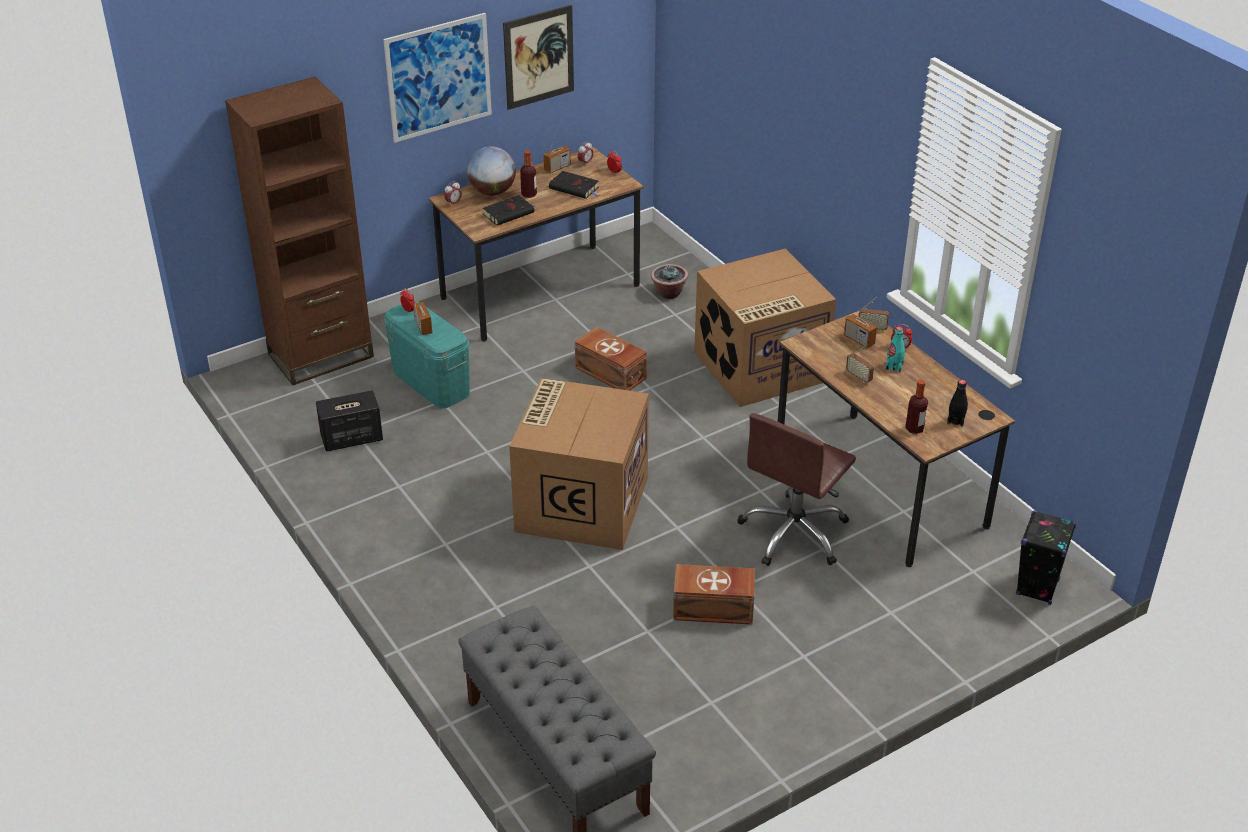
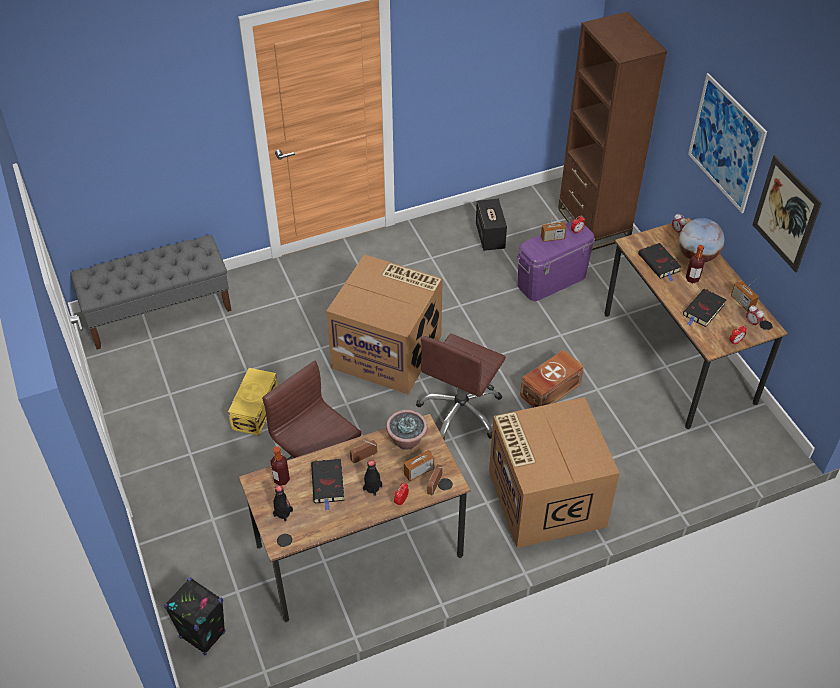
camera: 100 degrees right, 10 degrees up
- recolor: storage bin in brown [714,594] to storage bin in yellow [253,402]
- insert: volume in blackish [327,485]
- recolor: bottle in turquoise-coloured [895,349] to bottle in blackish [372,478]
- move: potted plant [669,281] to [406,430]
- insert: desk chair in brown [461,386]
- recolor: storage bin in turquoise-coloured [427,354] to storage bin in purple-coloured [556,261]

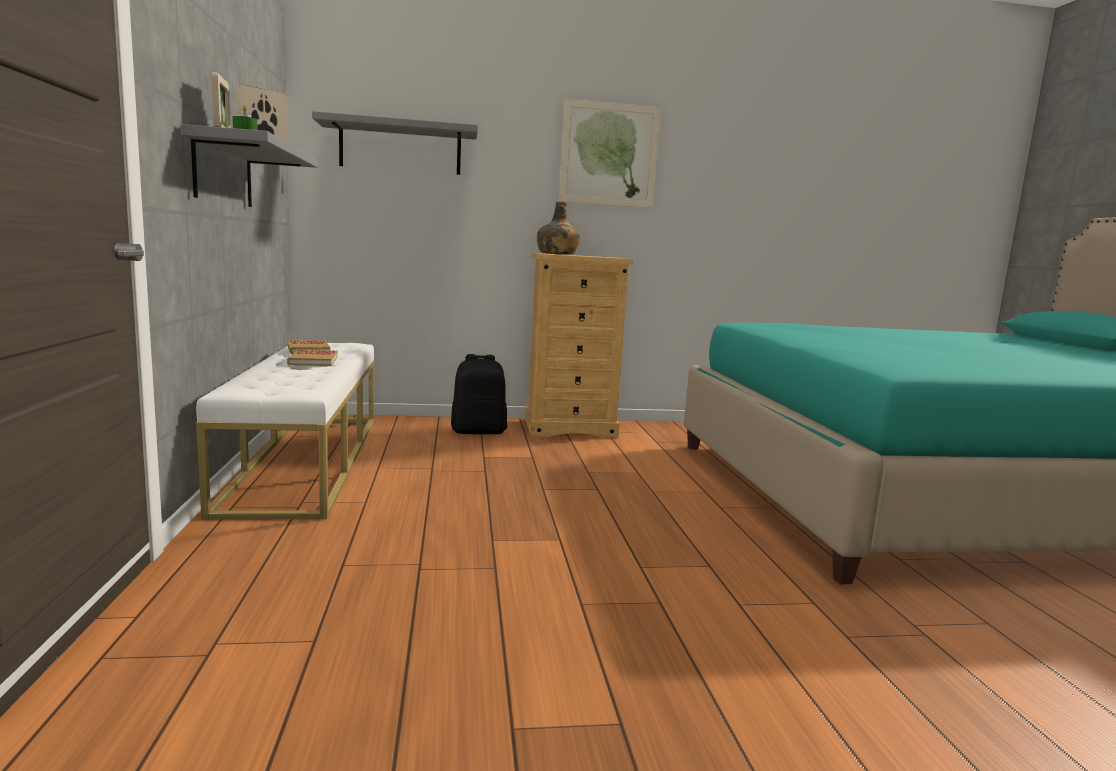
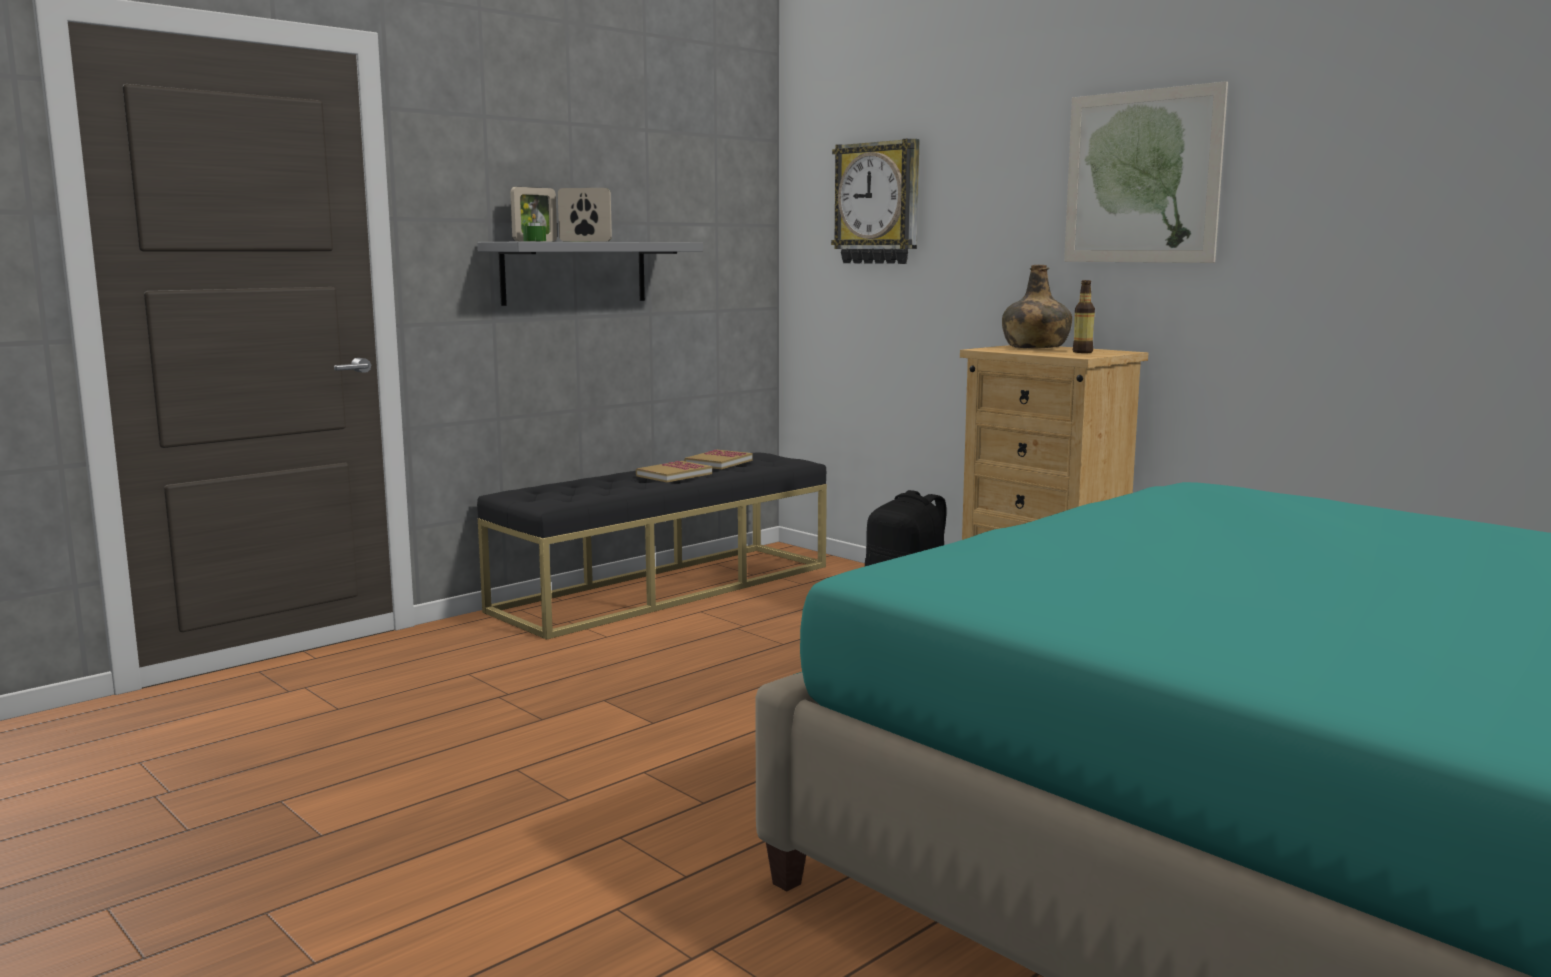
camera: 55 degrees right, 0 degrees up
- recolor: indoor bench in whitish [285,431] to indoor bench in blackish [652,546]
- replace: shelf in gray [395,143] to wall clock [875,201]
- insert: bottle [1084,316]

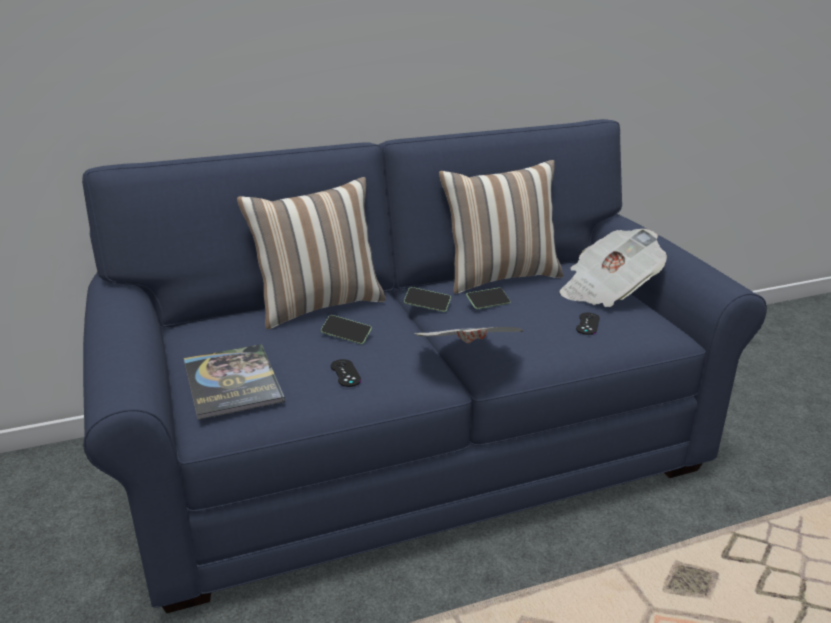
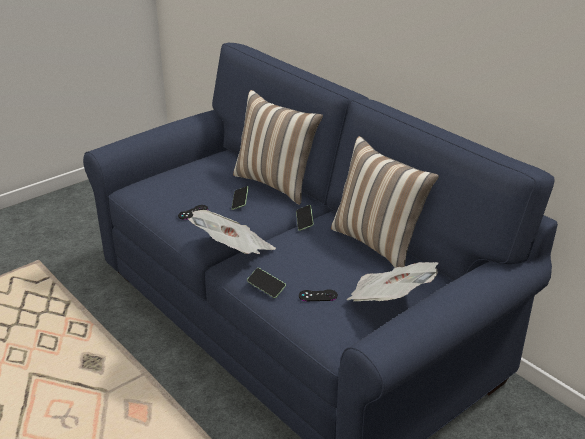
camera: 70 degrees right, 5 degrees up
- move: handset [488,298] to [266,283]
- delete: volume [234,382]

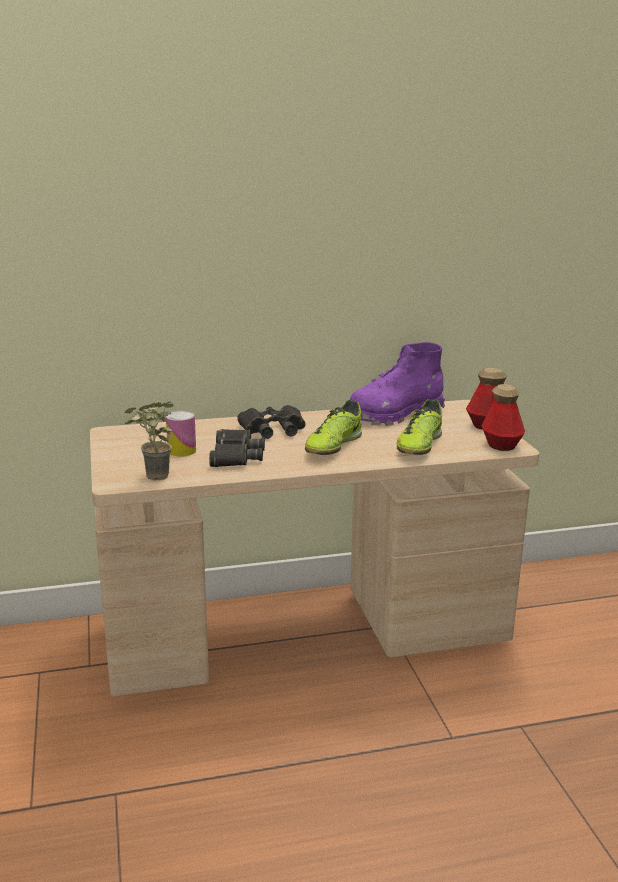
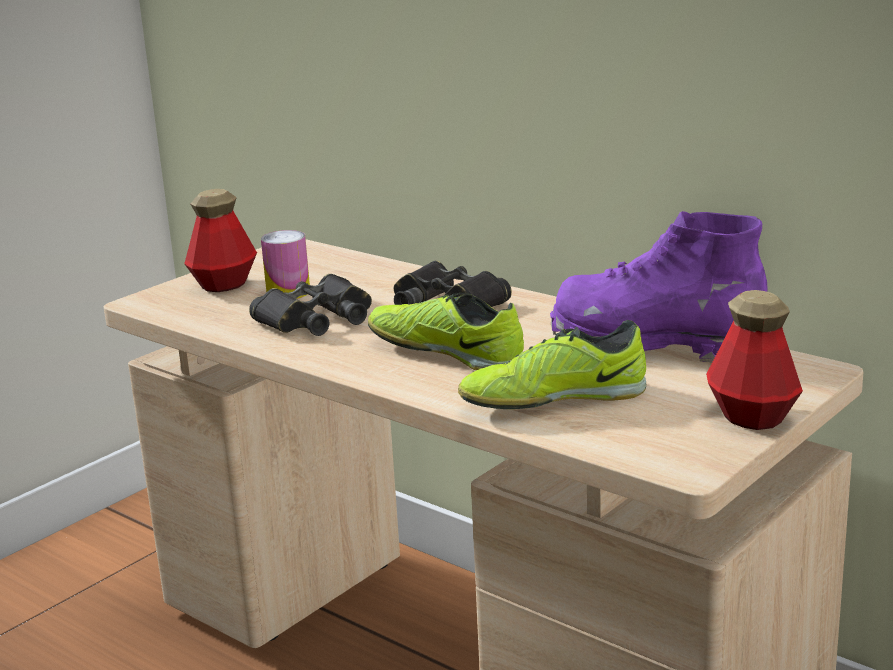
camera: 55 degrees right, 0 degrees up
- move: bottle [503,417] to [220,240]
- rotate: shoe [333,427] = [446,331] 45 degrees clockwise
- delete: potted plant [149,441]

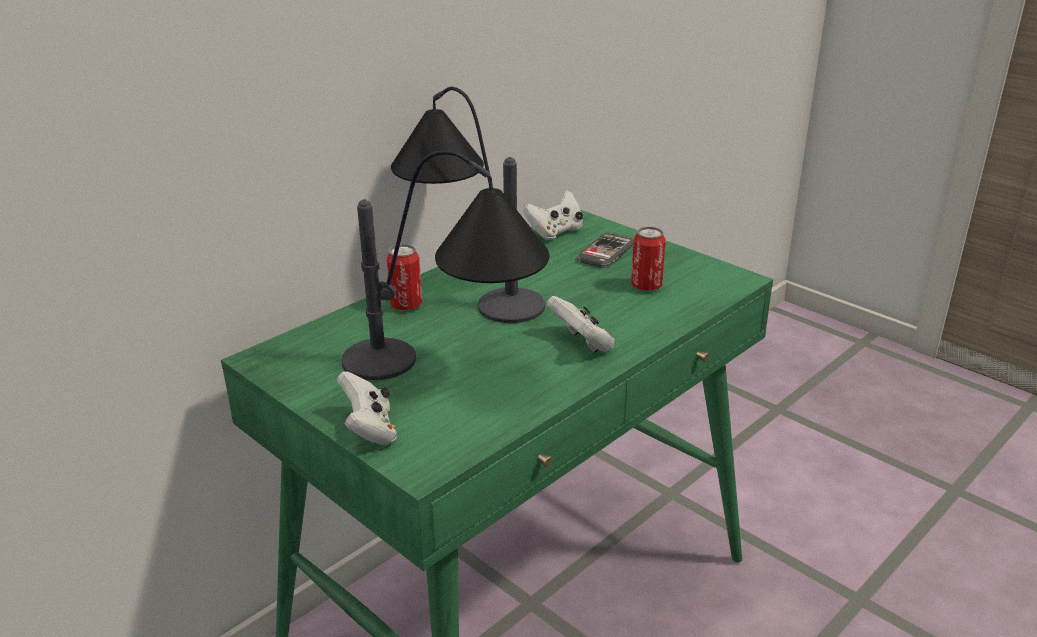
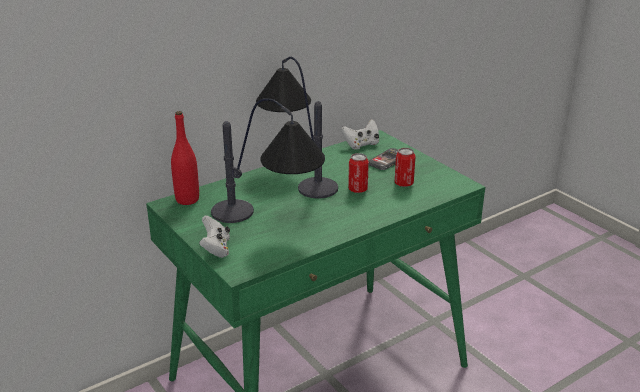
camera: 10 degrees right, 0 degrees up
- insert: bottle in reddish [185,158]
- move: sealed can [404,277] to [358,173]
- delete: joypad in whitish [581,324]

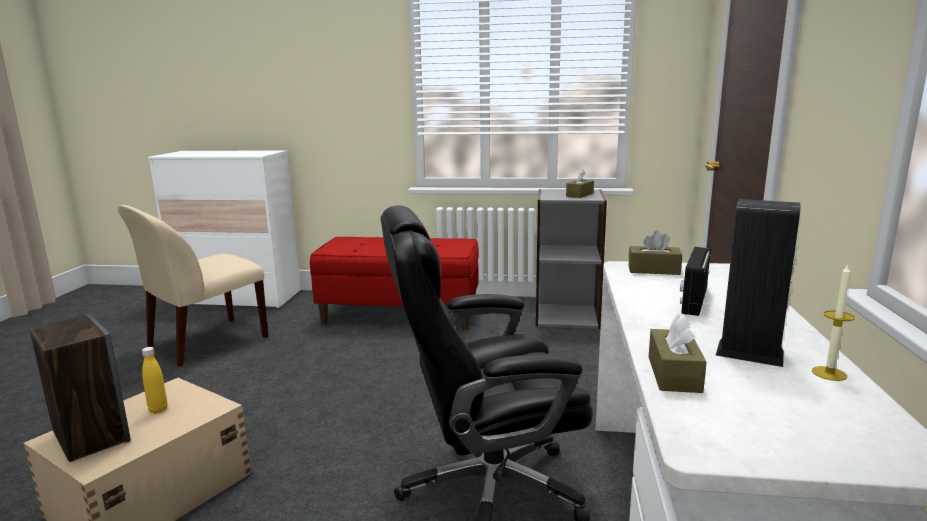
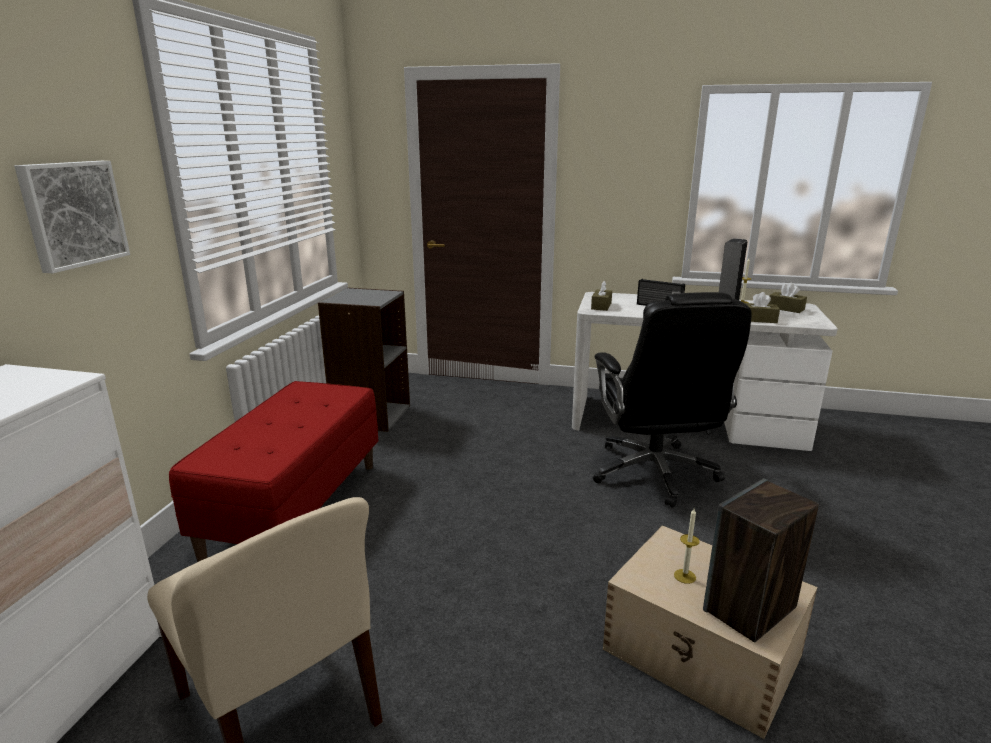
camera: 85 degrees left, 5 degrees up
- insert: wall picture [72,217]
- replace: bottle in yellow [155,380] to wax candle [687,546]
- move: box of tissues in brown [580,183] to [788,298]

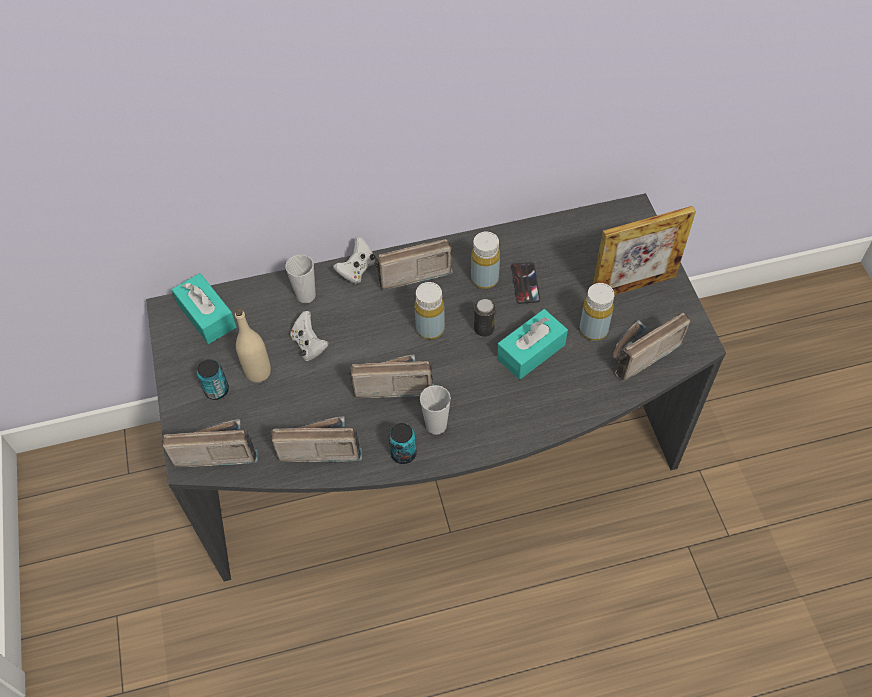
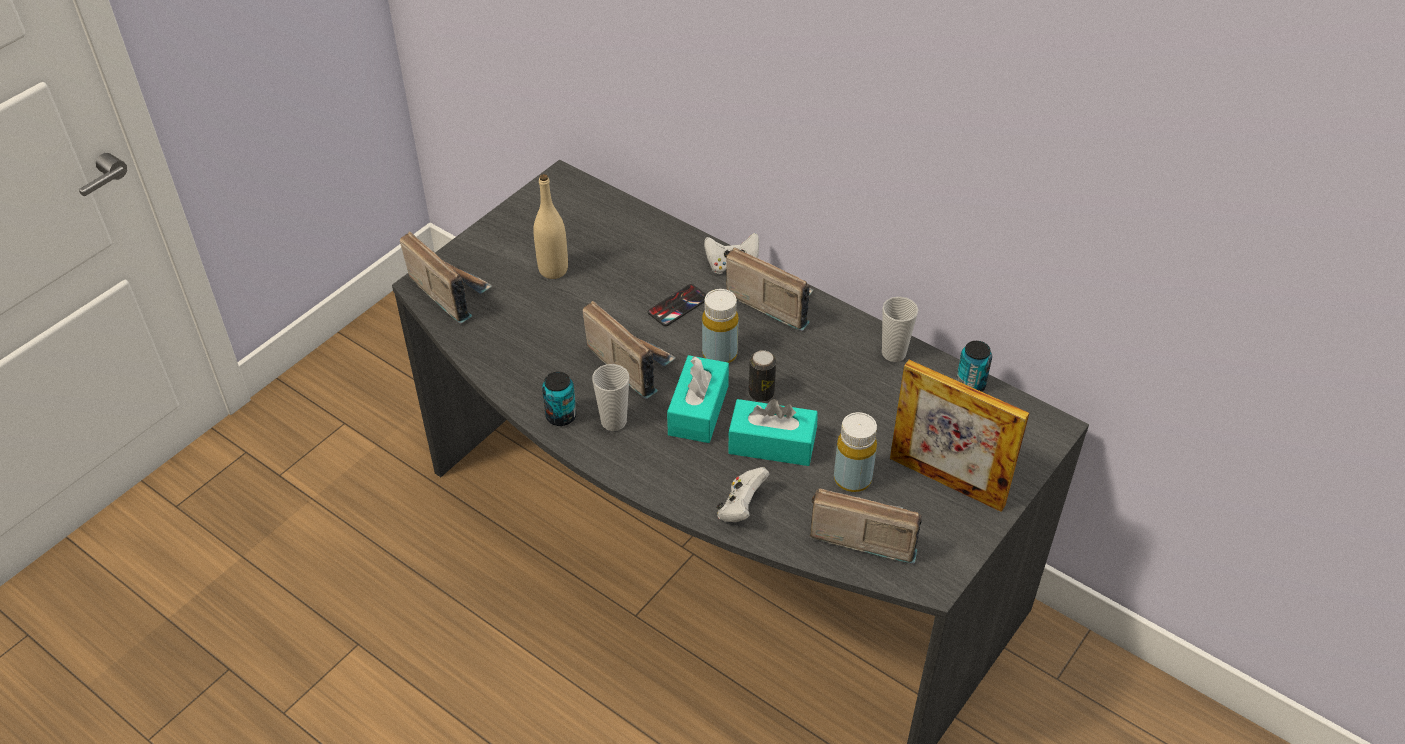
camera: 50 degrees right, 10 degrees down
- move: handset [525,283] to [677,305]
- move: box of tissues in turquoise-coloured [204,308] to [698,399]
- move: joypad in whitish [309,336] to [743,494]
- move: cup [300,278] to [900,329]
- move: sealed can [213,379] to [974,366]
- delete: radio set [316,439]
- delete: bottle in yellow [485,260]

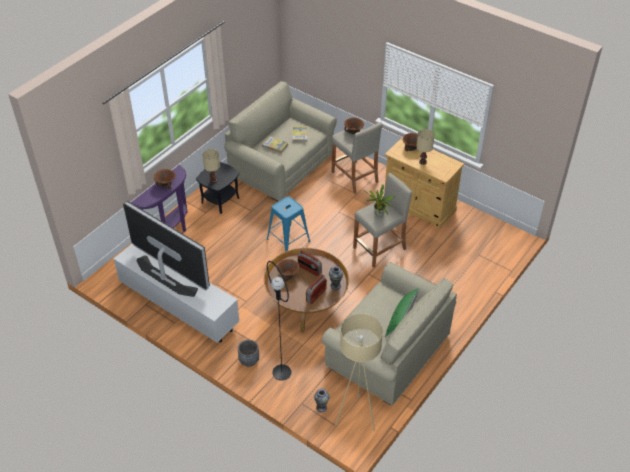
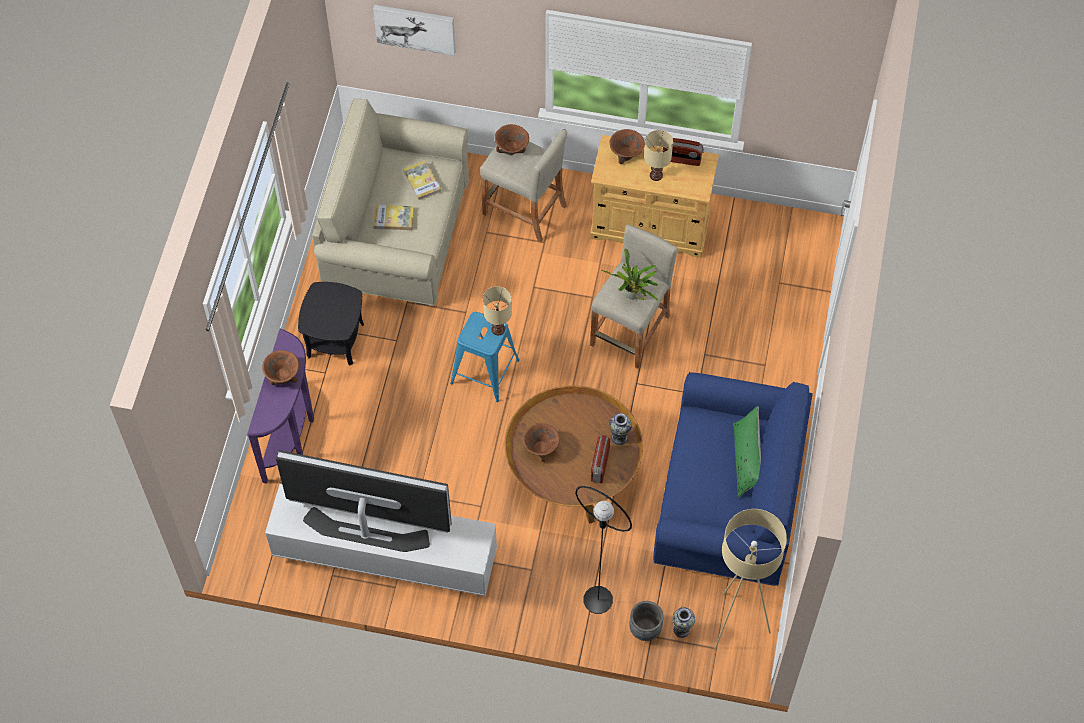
camera: 25 degrees left, 15 degrees up
- insert: wall picture [414,30]
- move: lamp for a table in beige-coloured [211,166] to [497,310]
- move: plant pot in gray [248,353] to [646,621]
- recolor: couch in beige-coloured [389,333] to couch in bluish [733,479]
- move: radio set [310,263] to [683,152]

